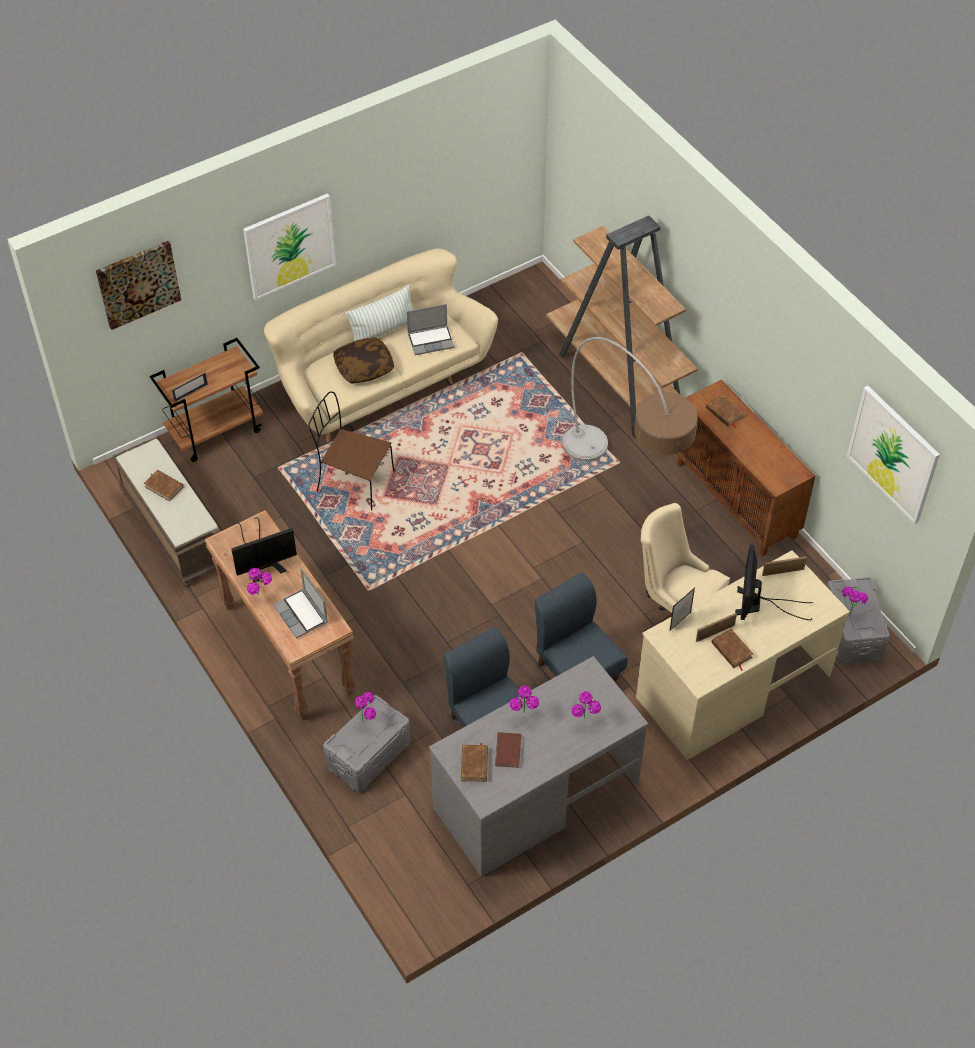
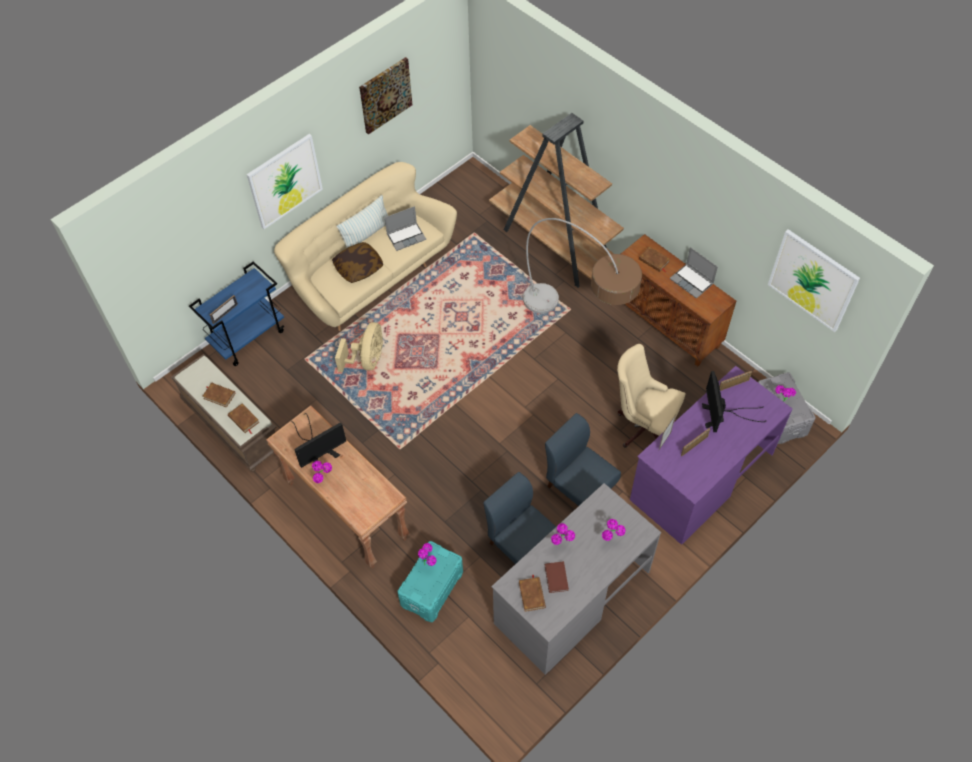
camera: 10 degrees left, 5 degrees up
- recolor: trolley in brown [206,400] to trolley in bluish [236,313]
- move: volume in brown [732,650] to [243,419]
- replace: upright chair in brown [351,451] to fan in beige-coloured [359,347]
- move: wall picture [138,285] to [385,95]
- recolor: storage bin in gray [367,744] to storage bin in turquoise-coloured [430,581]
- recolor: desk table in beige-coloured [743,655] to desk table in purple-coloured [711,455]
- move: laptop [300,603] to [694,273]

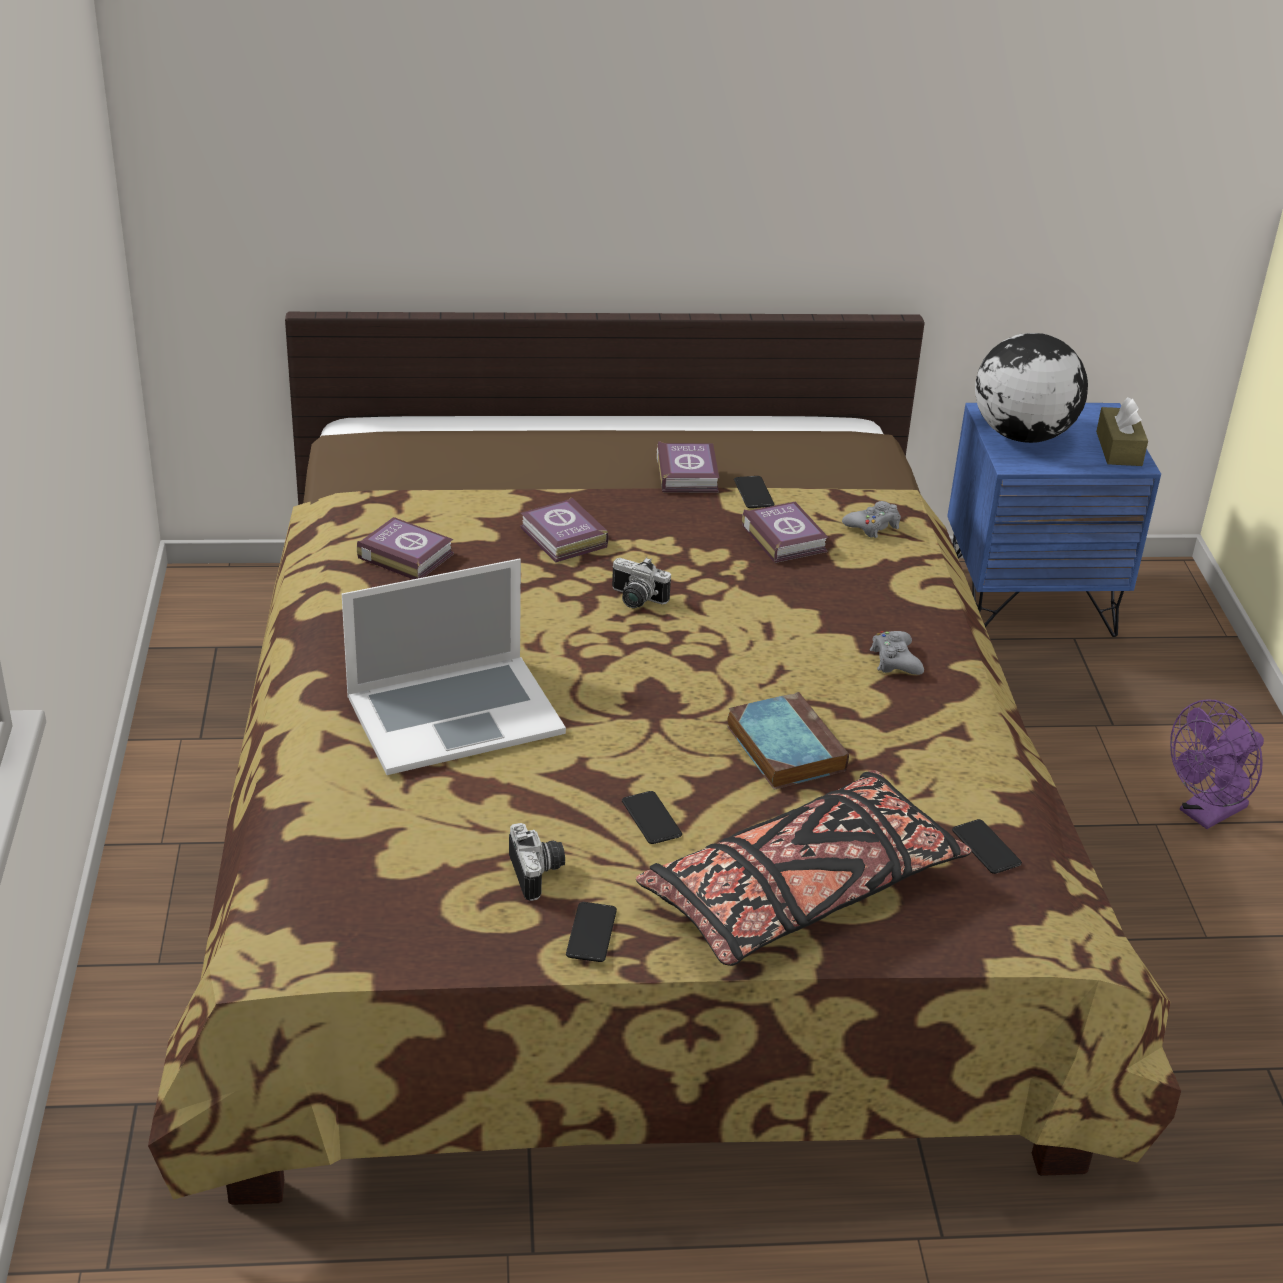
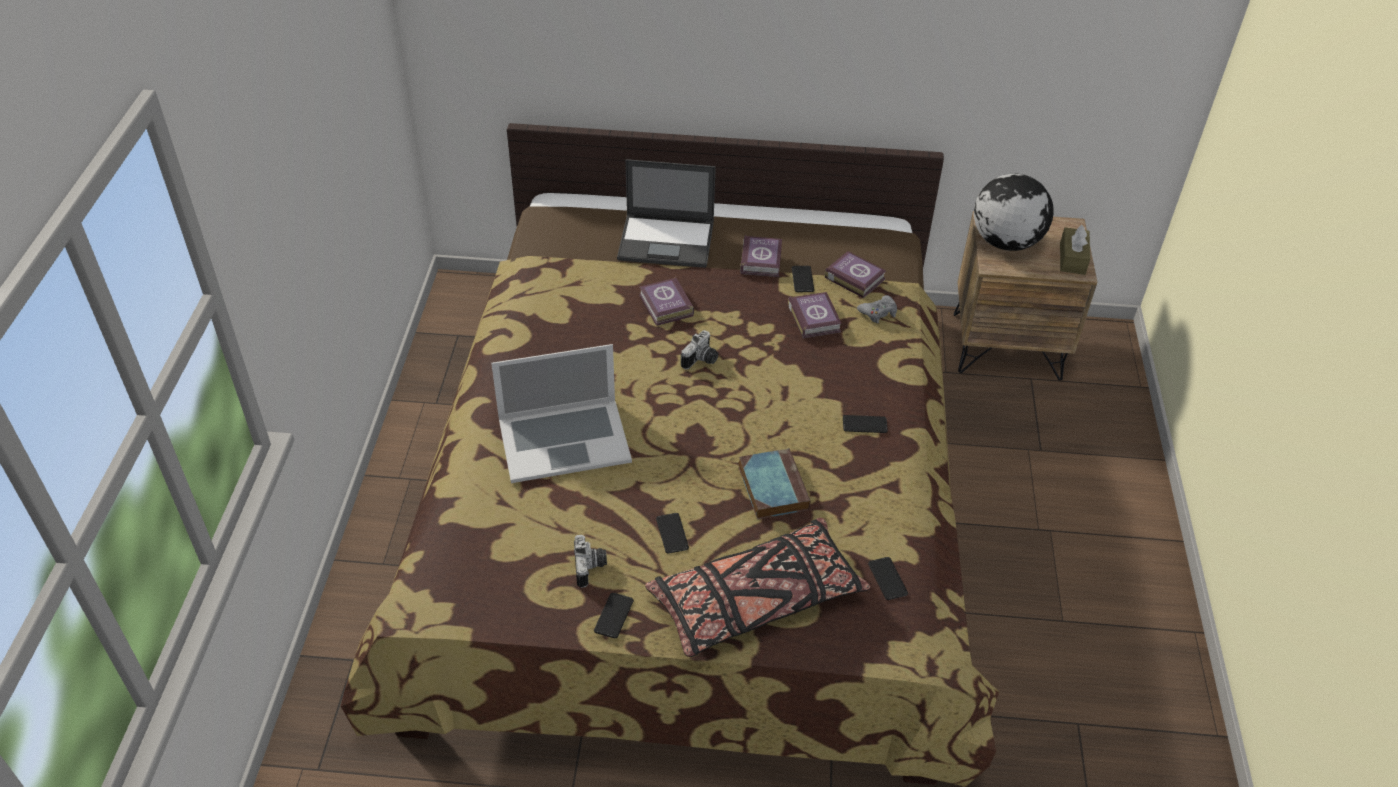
camera: 10 degrees right, 10 degrees up
- insert: laptop [666,213]
- rotate: still camera [641,582] = [700,350] 90 degrees counterclockwise
- move: volume [405,548] to [855,274]
- replace: joypad in gray [897,653] to handset [865,424]
- recolor: bedside table in bluish [1054,520] to bedside table in brown [1025,295]
- delete: fan in purple-coloured [1217,764]

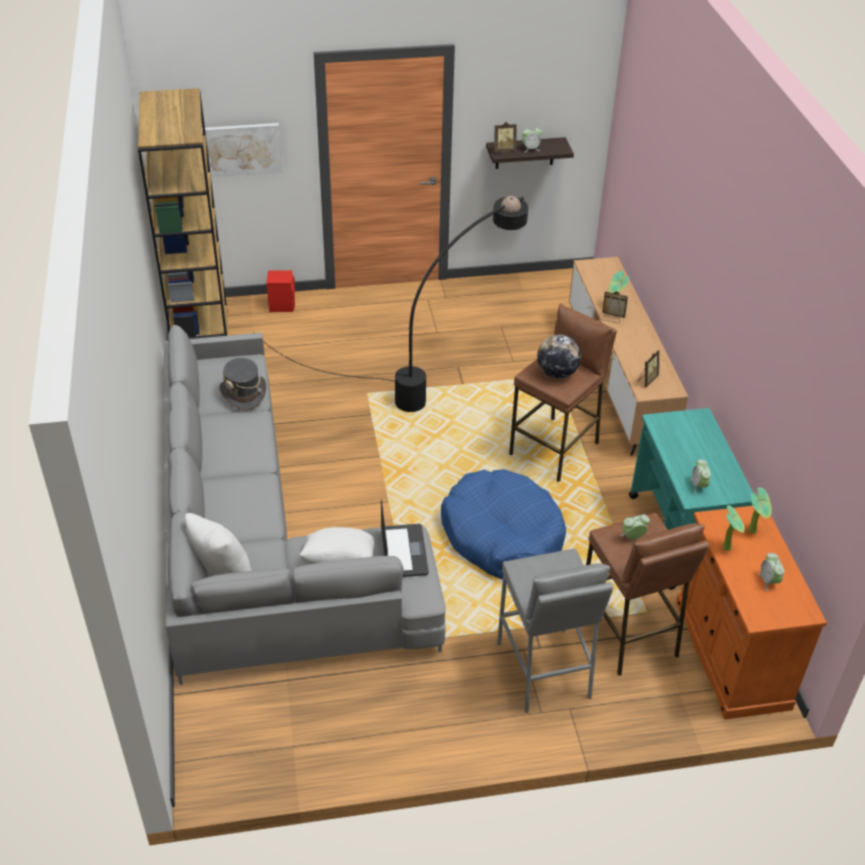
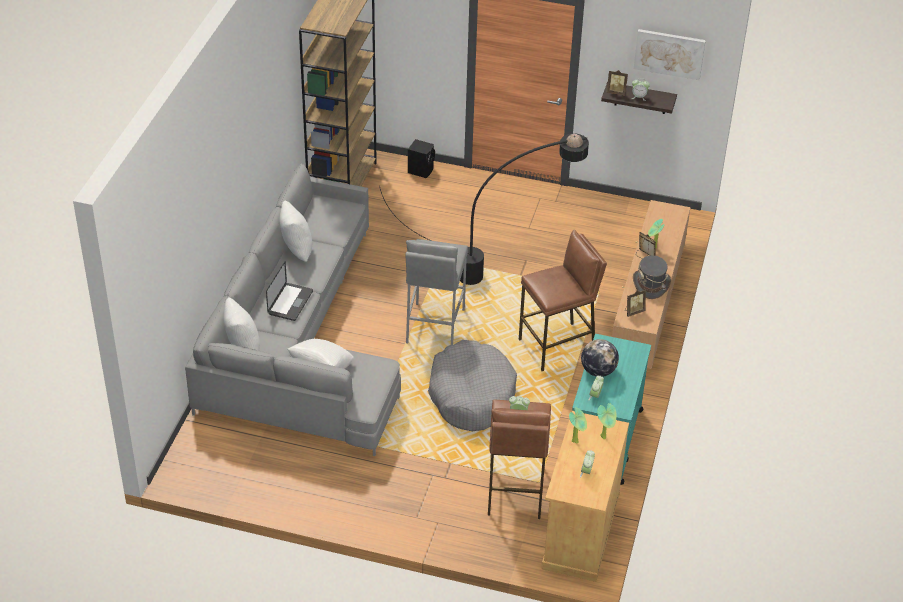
camera: 25 degrees right, 0 degrees up
- move: laptop [405,538] to [289,291]
- insert: cushion in whitish [296,231]
- move: stool in gray [555,630] to [437,292]
- recolor: audio speaker in reddish [280,291] to audio speaker in blackish [421,158]
- recolor: pet bed in bluish [503,524] to pet bed in gray [472,385]
- recolor: cabinet in orange [751,613] to cabinet in beige-coloured [585,496]
- move: globe [559,356] to [600,358]
- move: wearable hat in gray [242,384] to [652,277]
- move: wall picture [242,150] to [670,54]

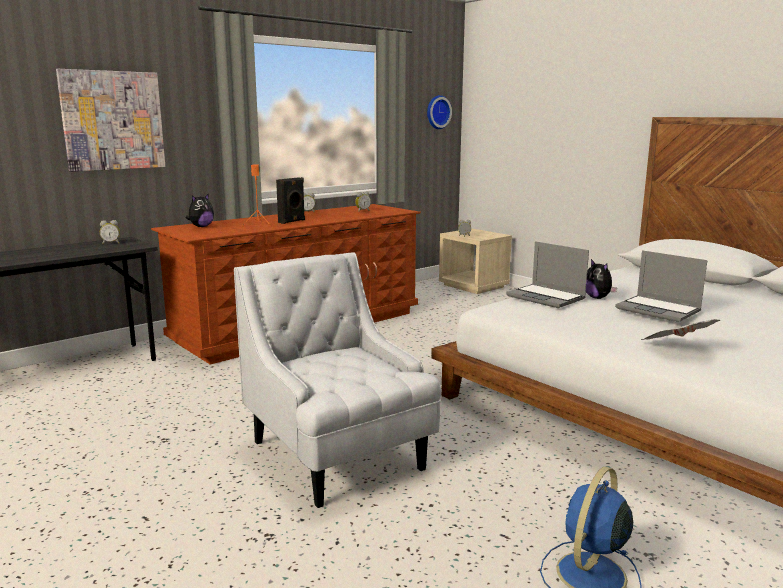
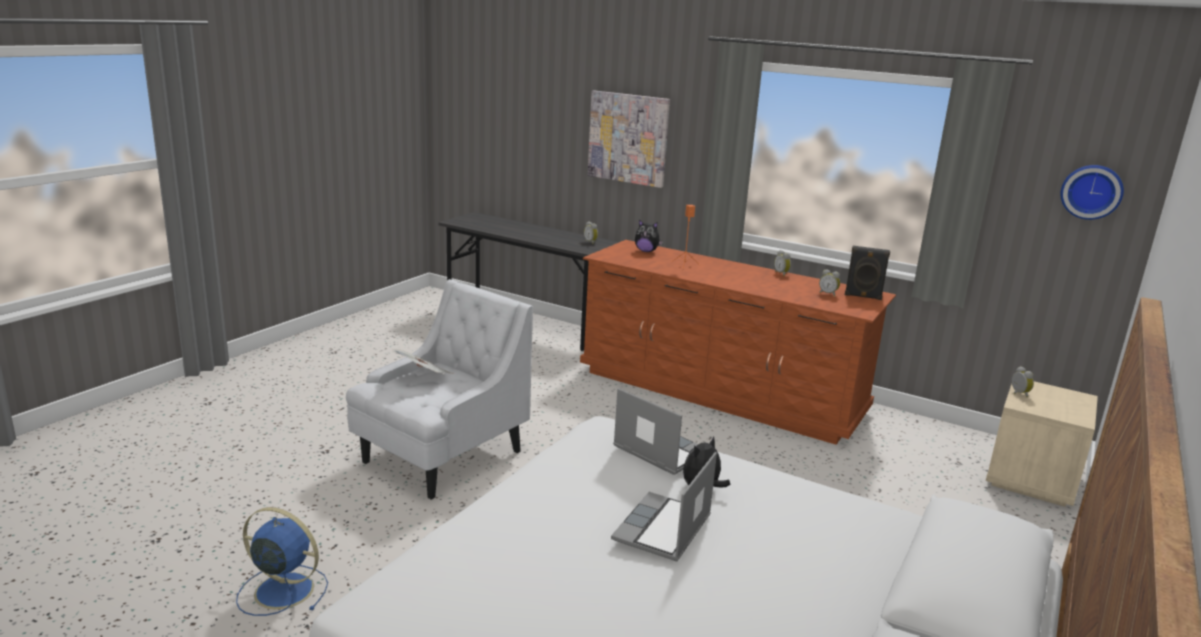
camera: 70 degrees right, 5 degrees up
- move: daily paper [680,329] to [423,361]
- rotate: laptop [547,274] = [655,431] 105 degrees clockwise
- move: audio speaker in blackish [290,200] to [867,273]

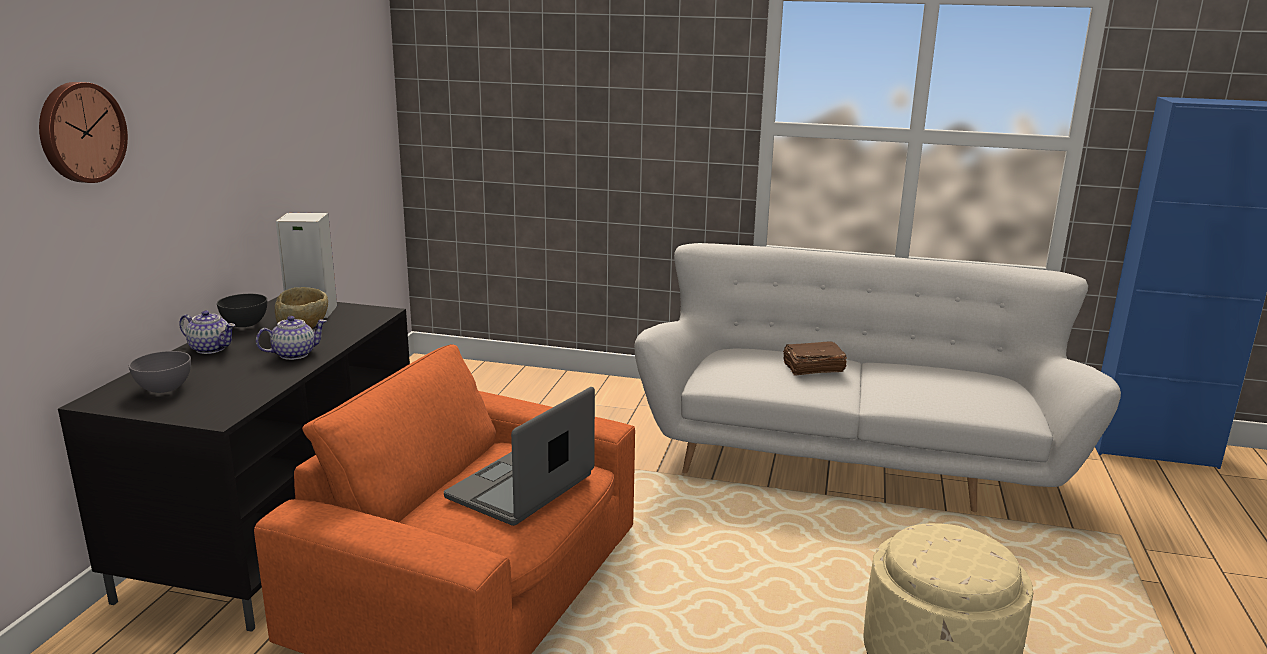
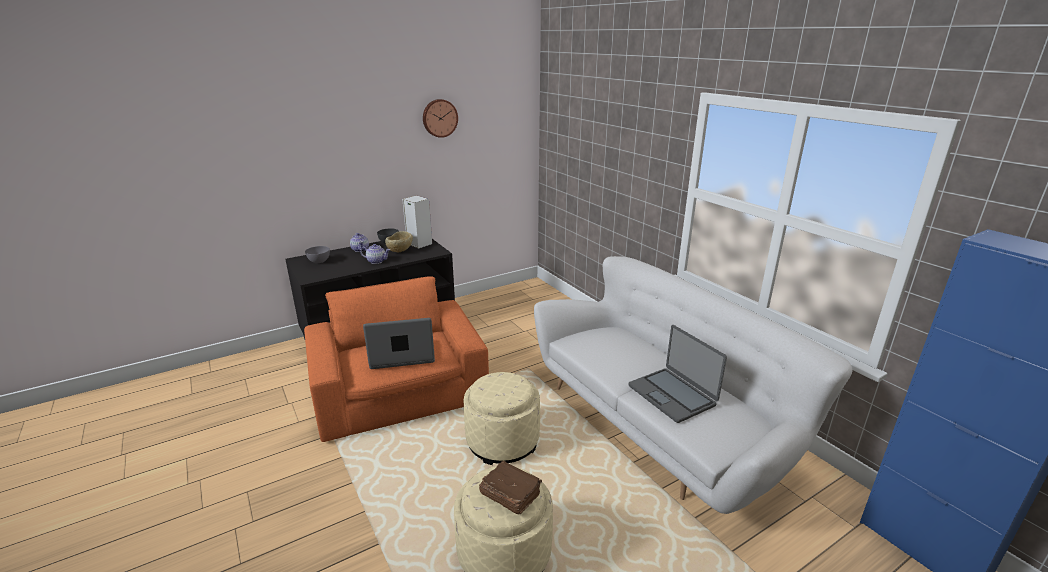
camera: 45 degrees right, 5 degrees up
- move: wall clock [83,132] to [440,118]
- insert: footrest in beige-coloured [502,418]
- move: volume in brown [815,358] to [510,488]
- insert: laptop [678,374]

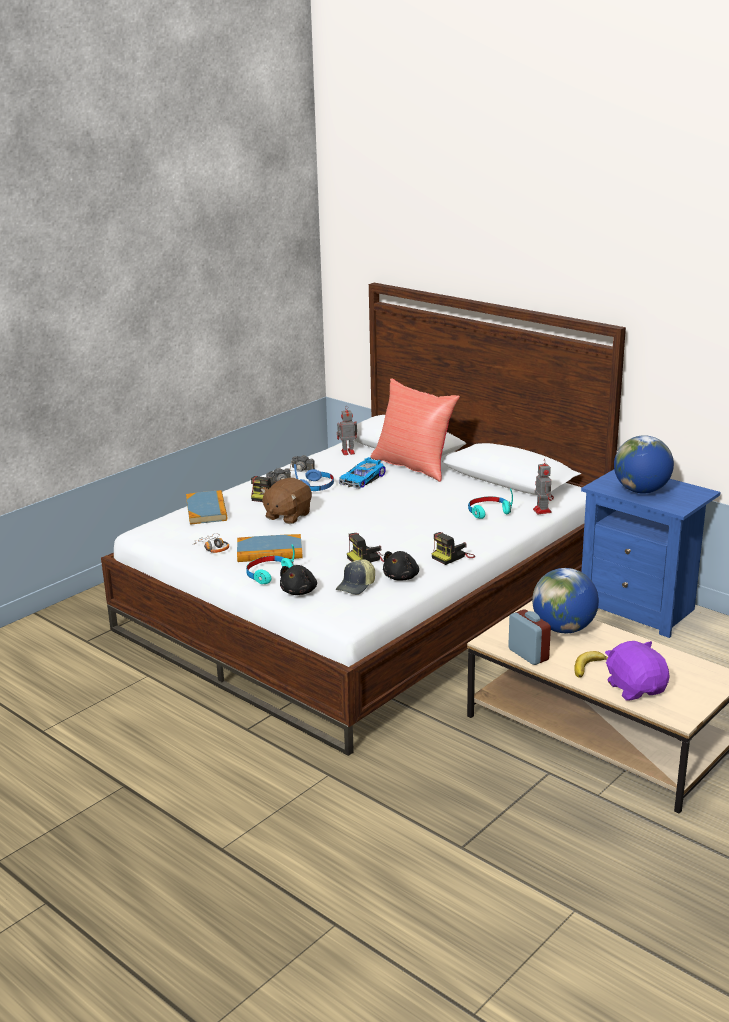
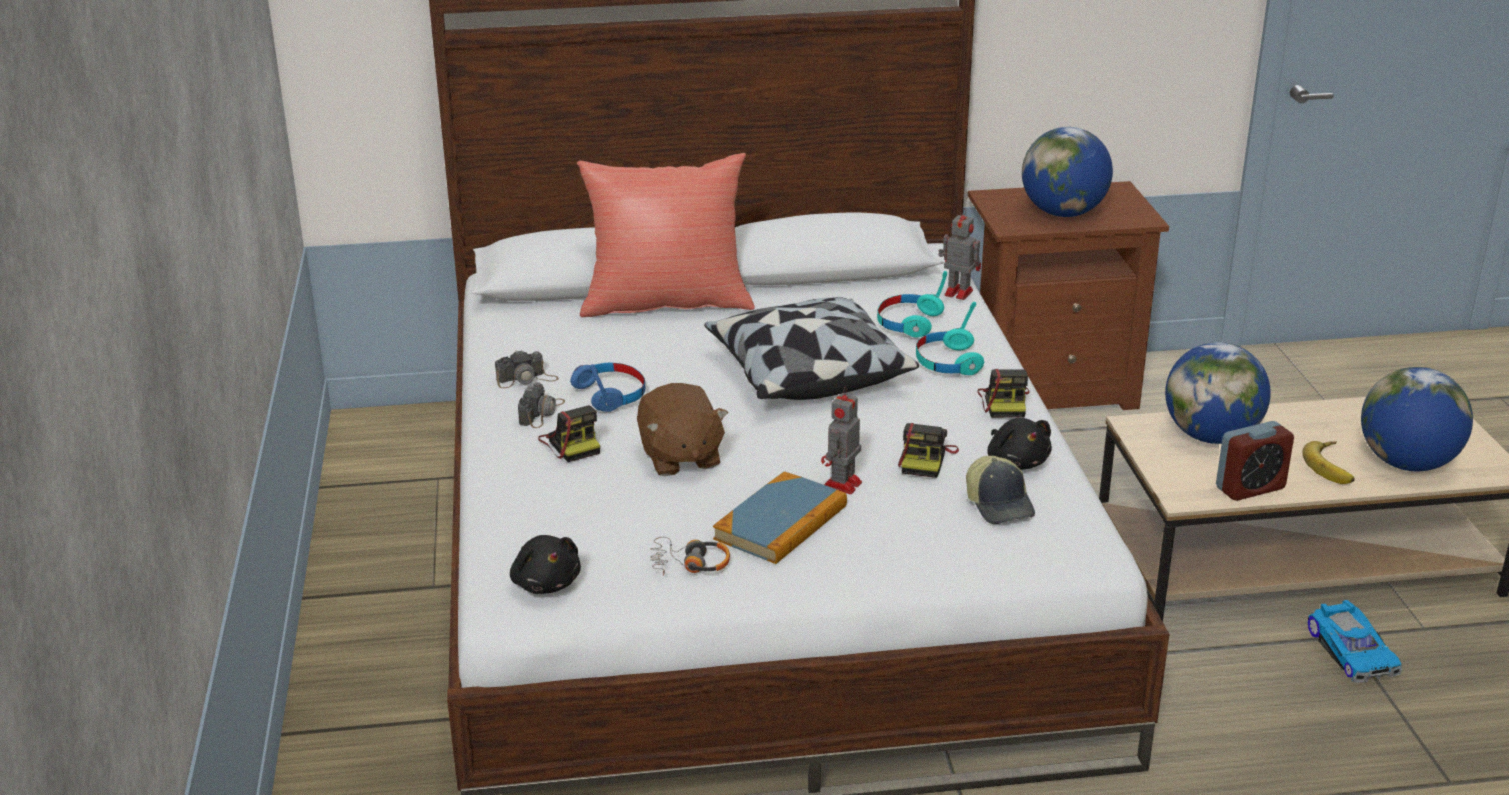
camera: 50 degrees left, 5 degrees up
- move: cuddly toy in blackish [298,580] to [545,564]
- insert: cushion [811,348]
- move: robot figure [347,430] to [841,440]
- move: headset in turquoise-coloured [270,564] to [950,338]
- recolor: bedside table in bluish [650,554] to bedside table in brown [1068,295]
- rotate: bedside clock [529,637] = [1255,461] 150 degrees clockwise
- move: model car [362,473] to [1355,641]
- replace: cuddly toy in purple-coloured [637,670] to globe [1417,419]
- delete: volume [206,507]

